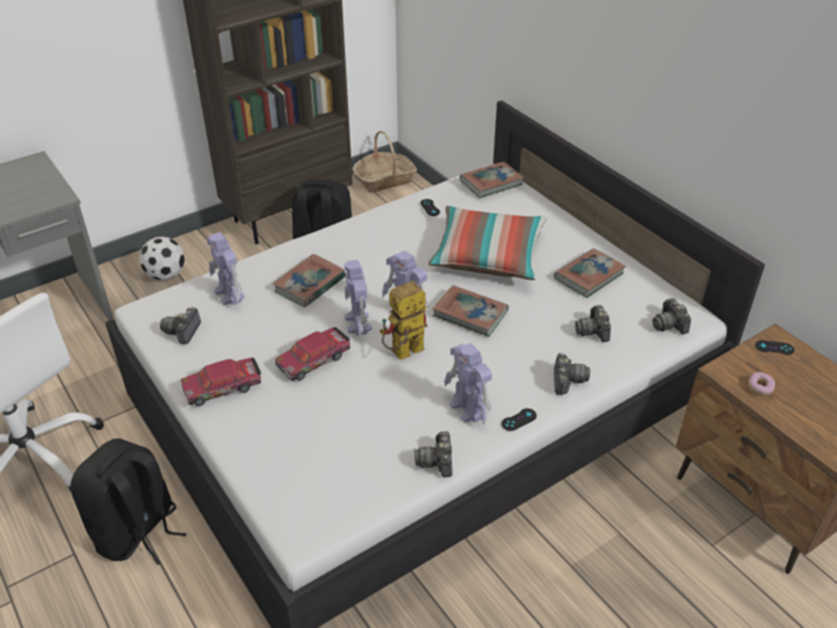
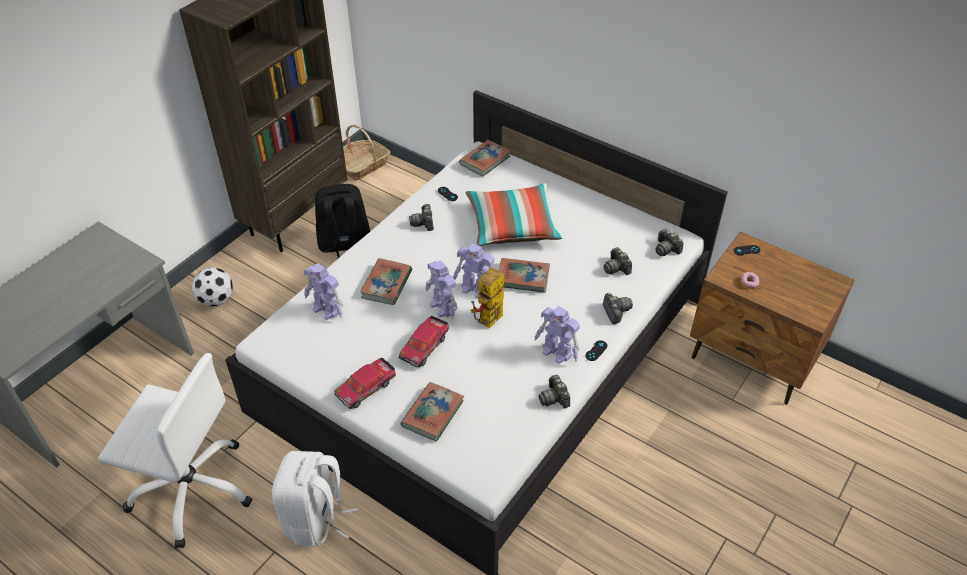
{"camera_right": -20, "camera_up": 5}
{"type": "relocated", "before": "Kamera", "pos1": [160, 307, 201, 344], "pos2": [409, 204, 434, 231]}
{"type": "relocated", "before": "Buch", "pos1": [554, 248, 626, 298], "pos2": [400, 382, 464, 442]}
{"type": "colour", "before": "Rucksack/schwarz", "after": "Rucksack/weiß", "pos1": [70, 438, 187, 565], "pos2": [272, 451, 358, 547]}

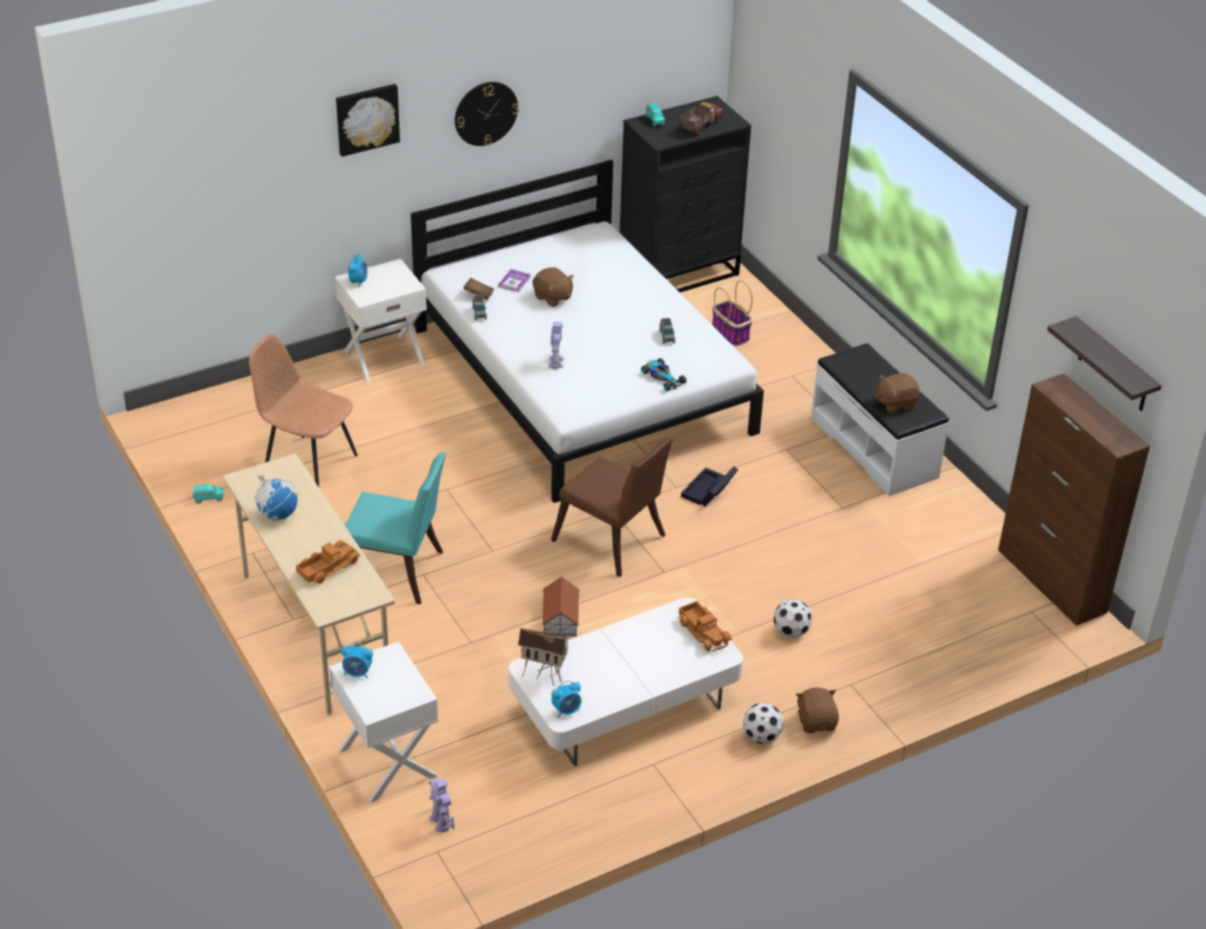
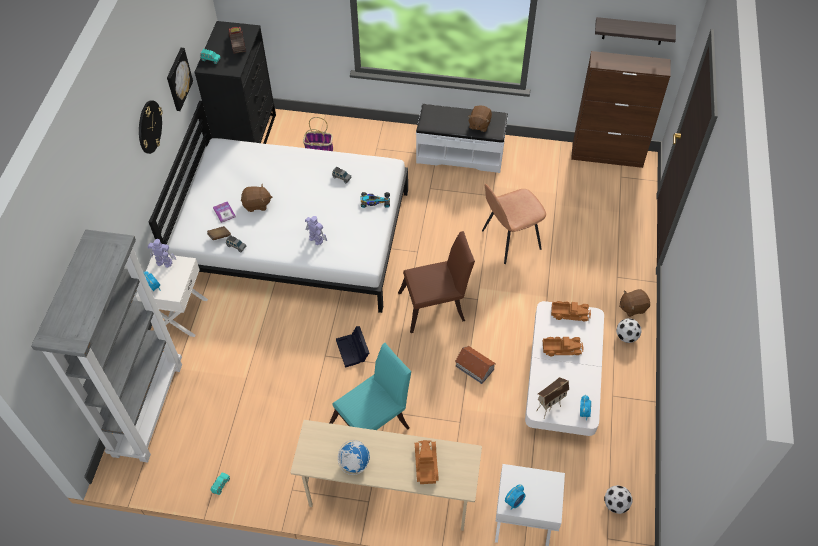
{"camera_right": -50, "camera_up": 15}
{"type": "appeared", "after": "Bücherregal/grau", "pos2": [31, 229, 182, 463]}
{"type": "appeared", "after": "Spielzeuglaster", "pos2": [543, 337, 583, 356]}
{"type": "relocated", "before": "Stuhl/braun", "pos1": [249, 334, 358, 487], "pos2": [482, 184, 546, 264]}
{"type": "relocated", "before": "Bild", "pos1": [336, 84, 400, 157], "pos2": [167, 48, 193, 111]}
{"type": "relocated", "before": "Spielzeugroboter", "pos1": [429, 778, 455, 832], "pos2": [148, 239, 177, 268]}
{"type": "relocated", "before": "Aufbewahrungsbox/schwarz", "pos1": [681, 466, 738, 507], "pos2": [336, 326, 369, 368]}
{"type": "relocated", "before": "Fußball", "pos1": [774, 599, 812, 638], "pos2": [604, 485, 633, 514]}
{"type": "spun", "before": "Plüschtier/braun", "pos1": [796, 687, 839, 733], "pos2": [619, 289, 650, 317], "turn": -45}

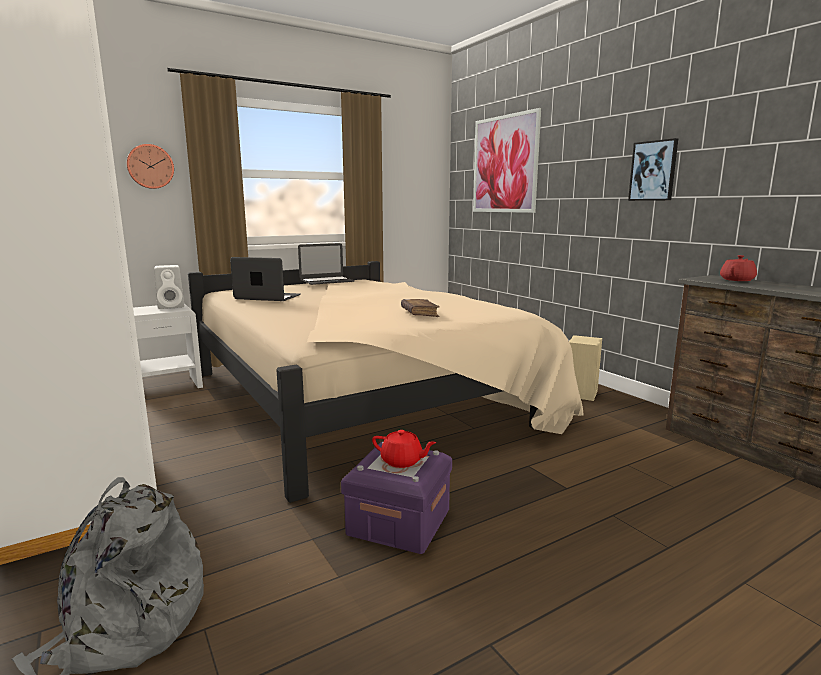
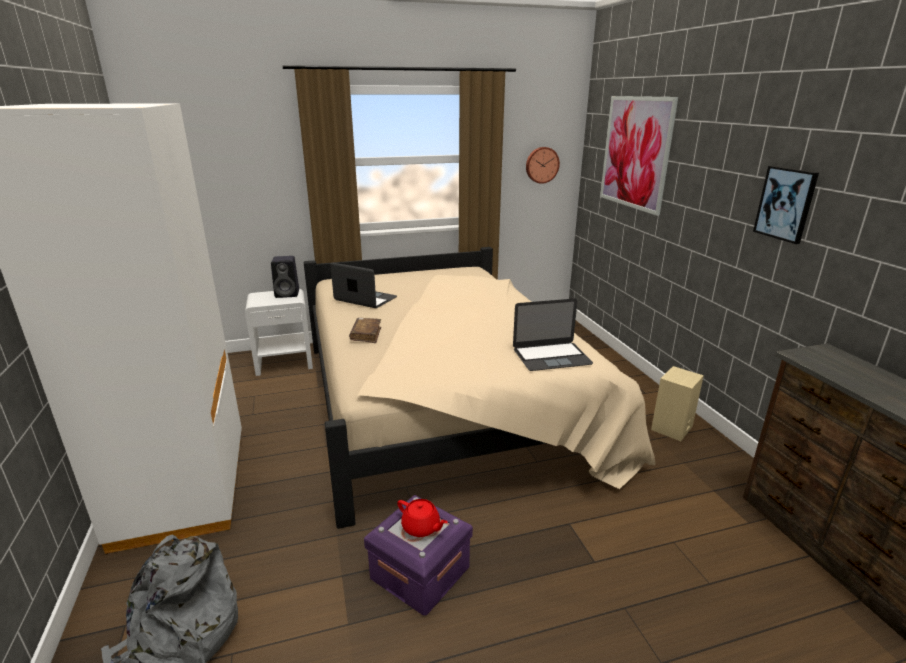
{"camera_right": 15, "camera_up": 10}
{"type": "missing", "before": "Teekanne/rot", "pos1": [720, 255, 757, 281]}
{"type": "relocated", "before": "Wanduhr", "pos1": [127, 144, 174, 189], "pos2": [526, 147, 560, 184]}
{"type": "relocated", "before": "Laptop", "pos1": [298, 243, 355, 285], "pos2": [513, 299, 593, 371]}
{"type": "relocated", "before": "Buch/braun", "pos1": [401, 299, 440, 317], "pos2": [349, 318, 381, 343]}
{"type": "colour", "before": "Lautsprecher/weiß", "after": "Lautsprecher/schwarz", "pos1": [154, 265, 184, 309], "pos2": [271, 256, 299, 298]}

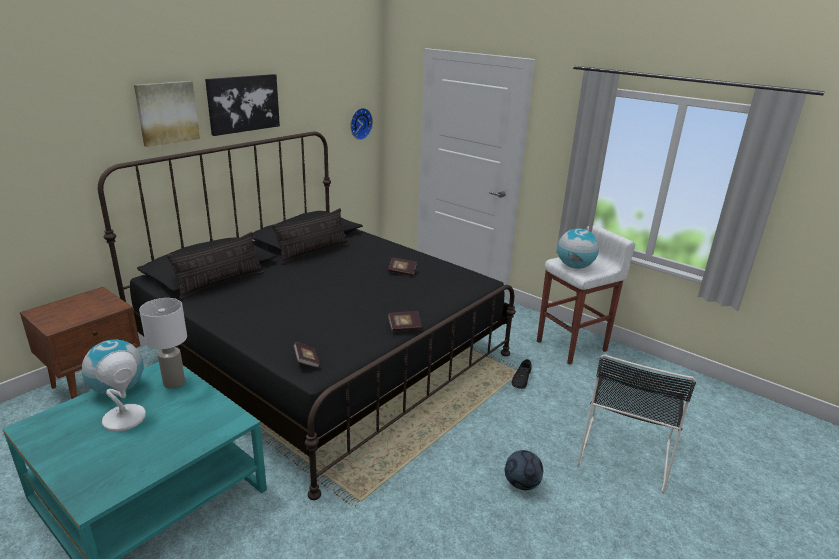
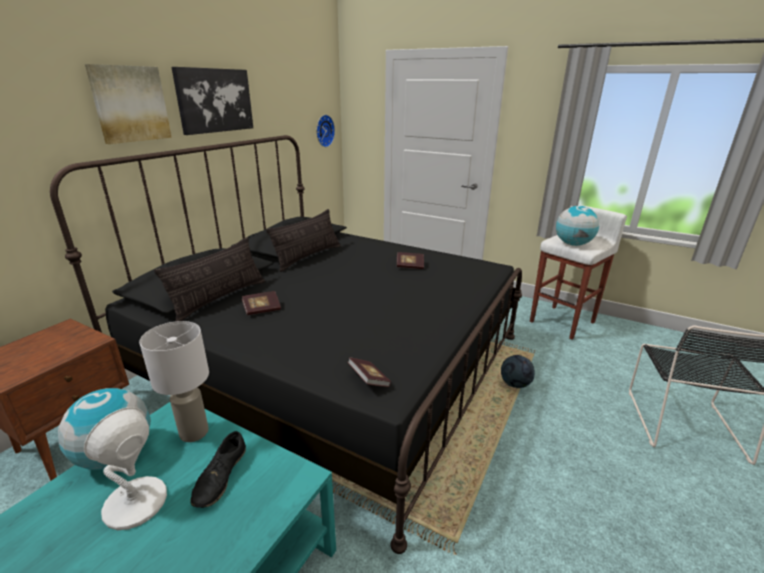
{"camera_right": -10, "camera_up": 0}
{"type": "relocated", "before": "Buch", "pos1": [388, 311, 422, 332], "pos2": [242, 291, 281, 315]}
{"type": "relocated", "before": "Fußball", "pos1": [505, 450, 543, 490], "pos2": [501, 355, 535, 388]}
{"type": "relocated", "before": "Schuh/schwarz", "pos1": [512, 359, 532, 389], "pos2": [190, 431, 246, 508]}

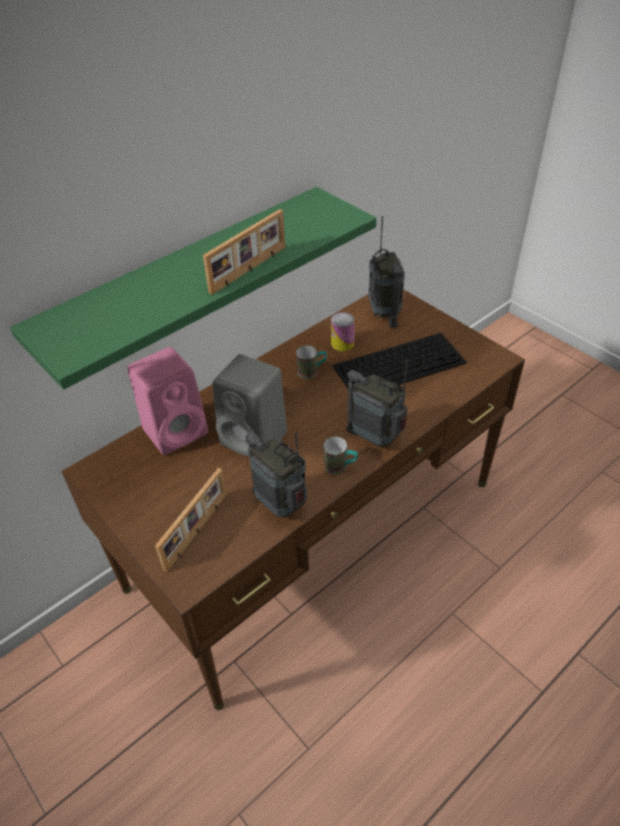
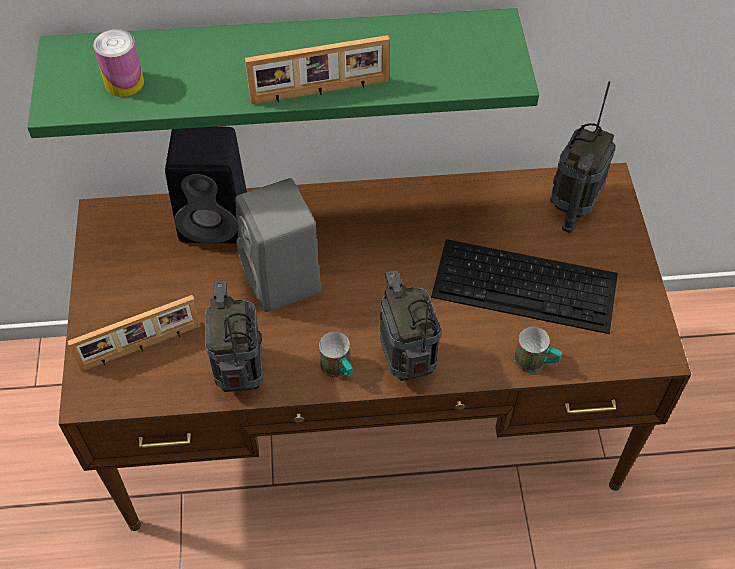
{"camera_right": 35, "camera_up": 10}
{"type": "relocated", "before": "Henkelbecher", "pos1": [296, 346, 327, 379], "pos2": [514, 327, 562, 373]}
{"type": "relocated", "before": "Dose", "pos1": [331, 312, 355, 351], "pos2": [93, 29, 144, 97]}
{"type": "colour", "before": "Lautsprecher/rosa", "after": "Lautsprecher/schwarz", "pos1": [127, 347, 208, 455], "pos2": [165, 126, 247, 244]}

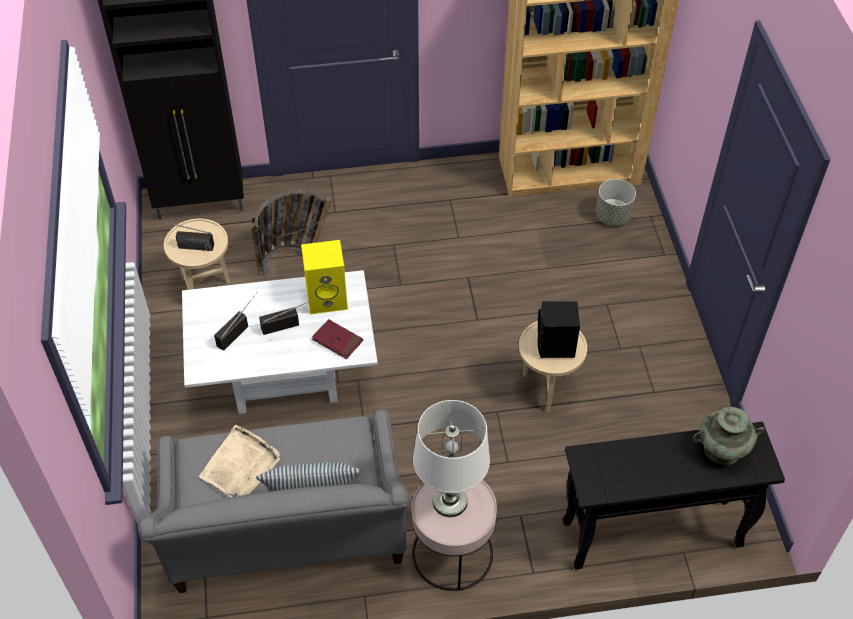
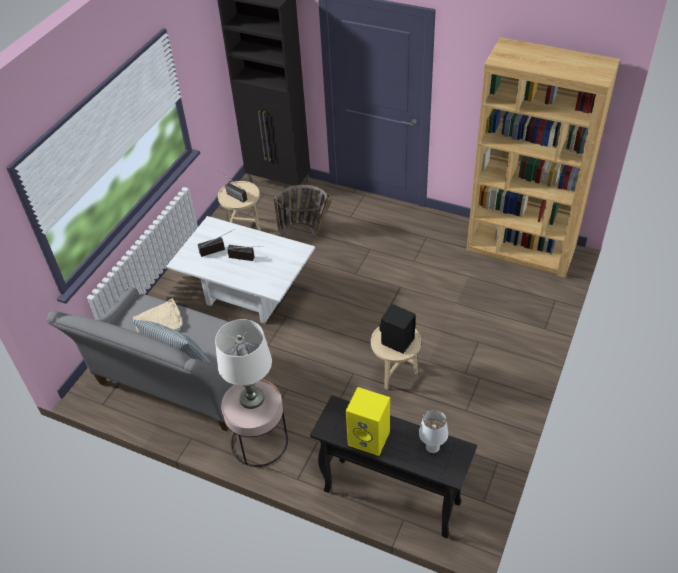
{"camera_right": 35, "camera_up": -5}
{"type": "missing", "before": "Buch/rot", "pos1": [312, 319, 363, 359]}
{"type": "missing", "before": "Pflanzkübel/grau", "pos1": [596, 179, 636, 226]}
{"type": "relocated", "before": "Lautsprecher/gelb", "pos1": [301, 240, 348, 314], "pos2": [346, 387, 390, 456]}
{"type": "exchanged", "before": "Vase/türkis", "after": "Tischlampe/weiß", "pos1": [693, 407, 764, 465], "pos2": [419, 410, 448, 453]}

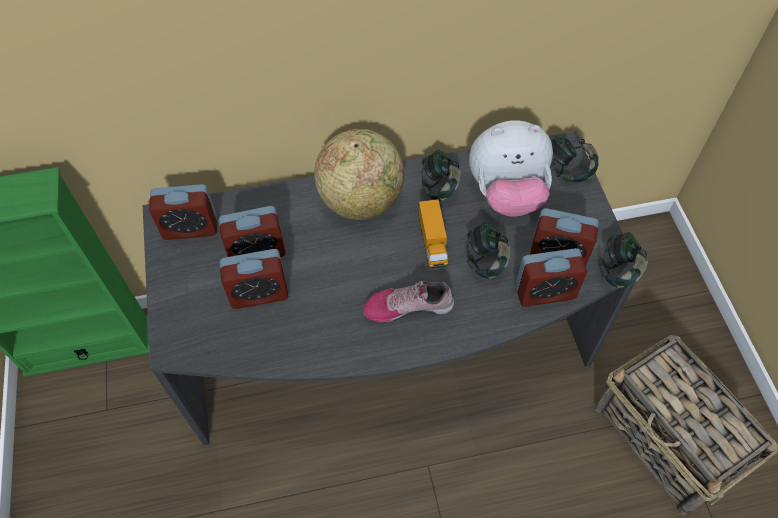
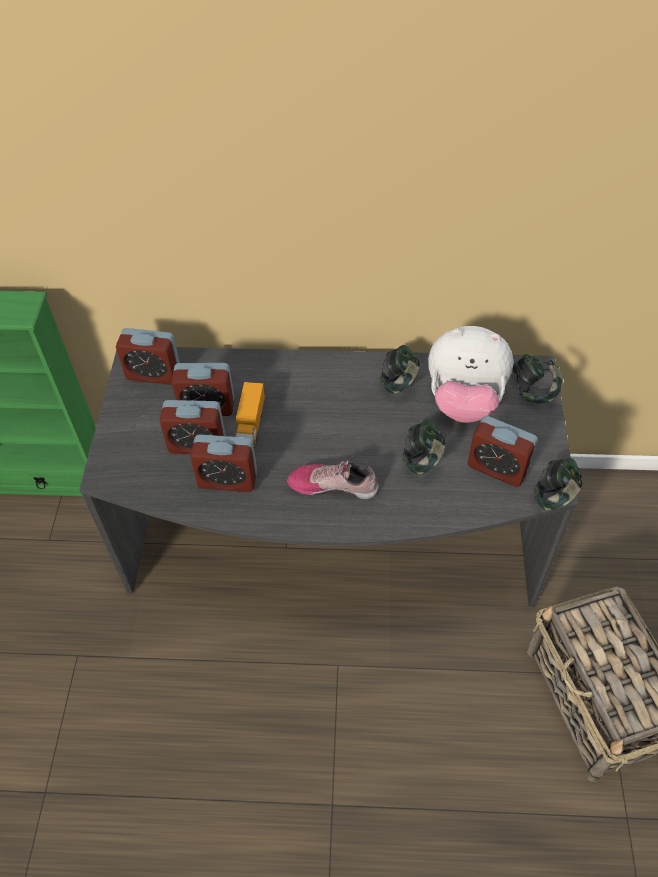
{"camera_right": 15, "camera_up": -5}
{"type": "missing", "before": "Globus", "pos1": [314, 129, 405, 220]}
{"type": "relocated", "before": "Spielzeuglaster", "pos1": [418, 199, 449, 269], "pos2": [235, 382, 265, 449]}
{"type": "relocated", "before": "Wecker", "pos1": [515, 248, 587, 307], "pos2": [190, 434, 257, 492]}

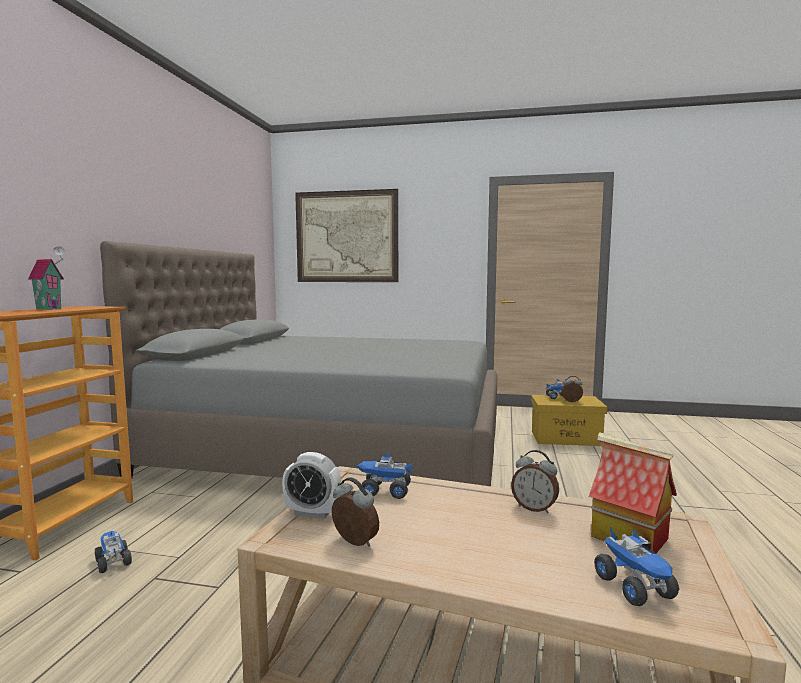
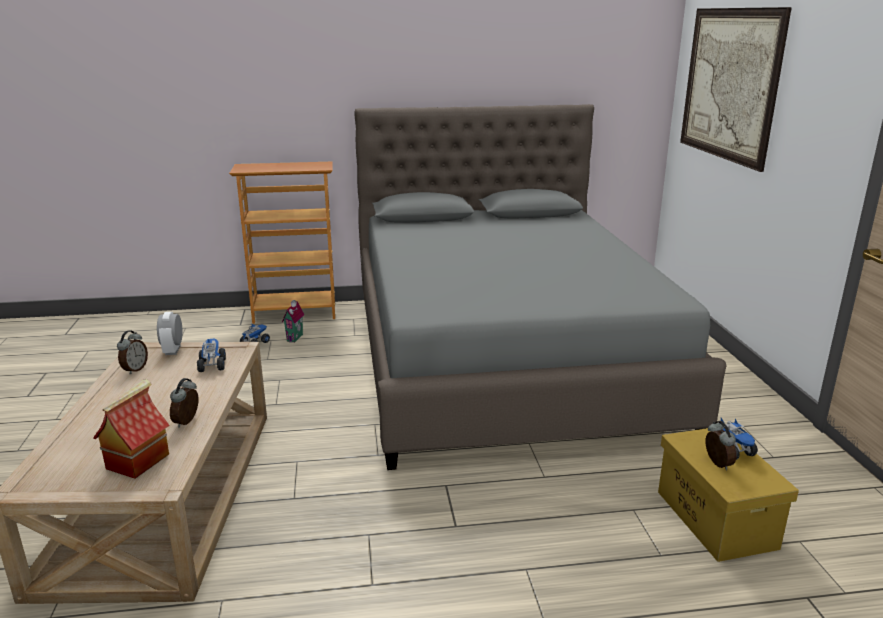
{"camera_right": 70, "camera_up": 15}
{"type": "missing", "before": "Spielzeuglaster", "pos1": [594, 527, 679, 606]}
{"type": "relocated", "before": "Spielzeughaus", "pos1": [28, 246, 65, 310], "pos2": [282, 300, 305, 343]}

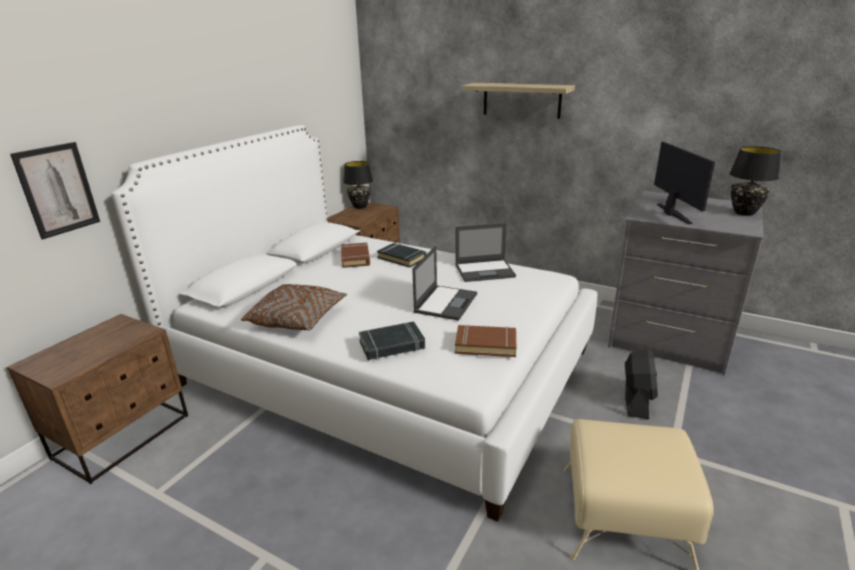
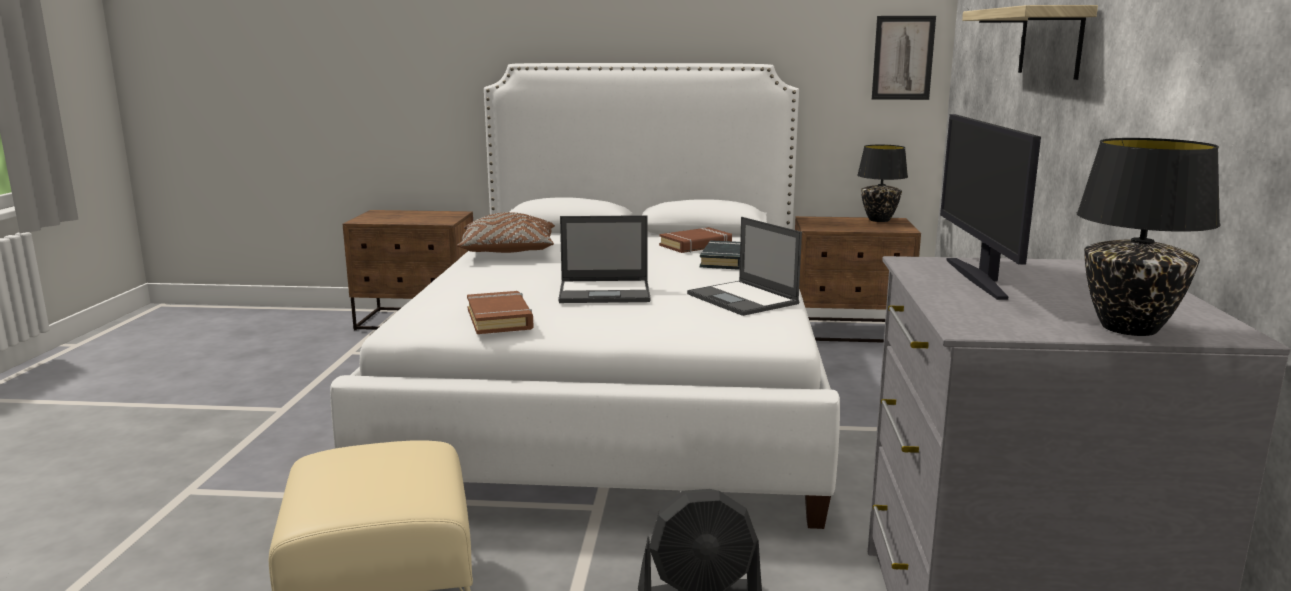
{"camera_right": 65, "camera_up": -10}
{"type": "missing", "before": "Buch/schwarz", "pos1": [359, 322, 425, 360]}
{"type": "relocated", "before": "Bild", "pos1": [10, 142, 100, 240], "pos2": [872, 16, 936, 100]}
{"type": "spun", "before": "Monitor", "pos1": [654, 142, 715, 224], "pos2": [940, 114, 1041, 300], "turn": 120}

